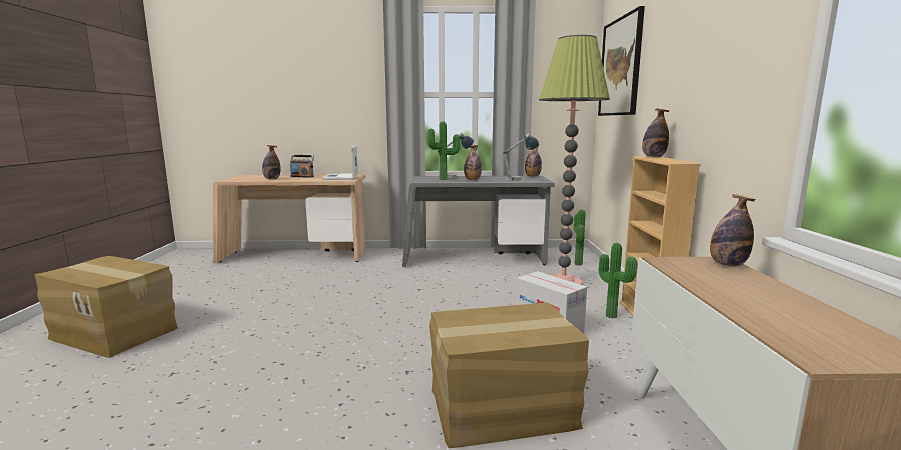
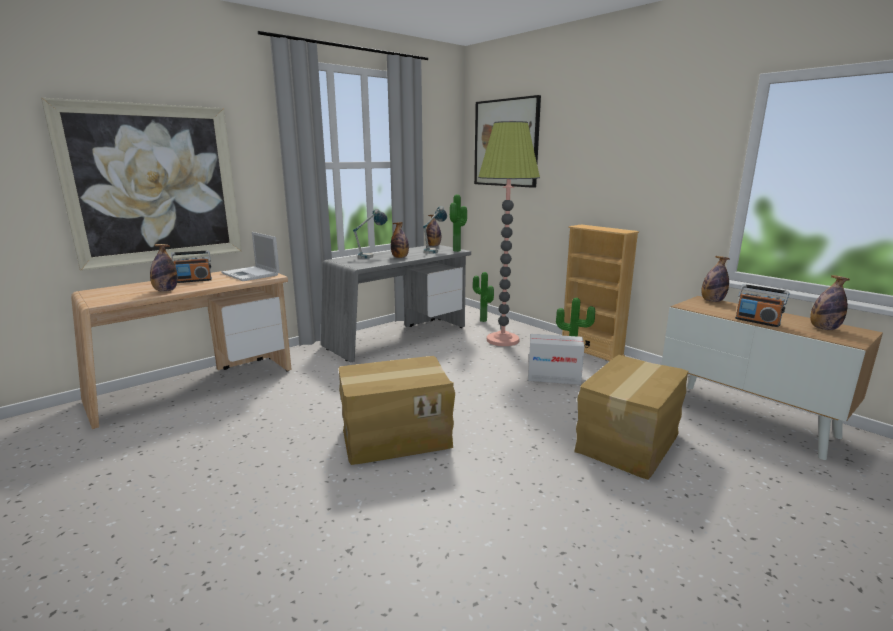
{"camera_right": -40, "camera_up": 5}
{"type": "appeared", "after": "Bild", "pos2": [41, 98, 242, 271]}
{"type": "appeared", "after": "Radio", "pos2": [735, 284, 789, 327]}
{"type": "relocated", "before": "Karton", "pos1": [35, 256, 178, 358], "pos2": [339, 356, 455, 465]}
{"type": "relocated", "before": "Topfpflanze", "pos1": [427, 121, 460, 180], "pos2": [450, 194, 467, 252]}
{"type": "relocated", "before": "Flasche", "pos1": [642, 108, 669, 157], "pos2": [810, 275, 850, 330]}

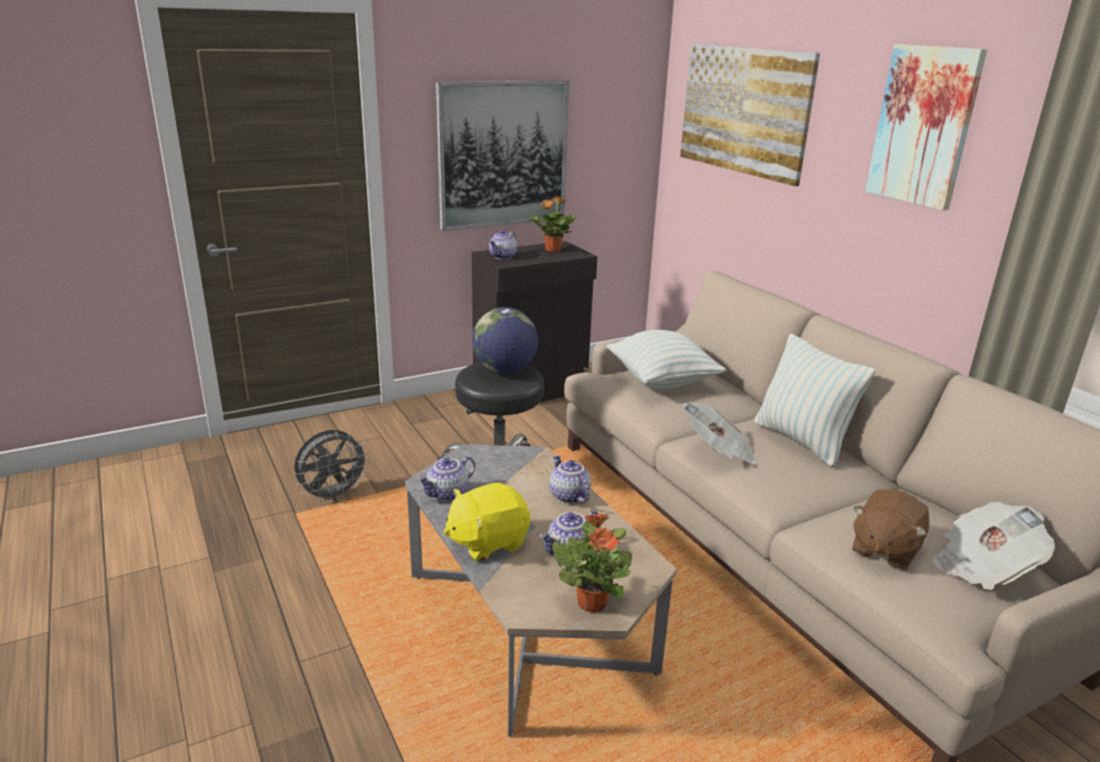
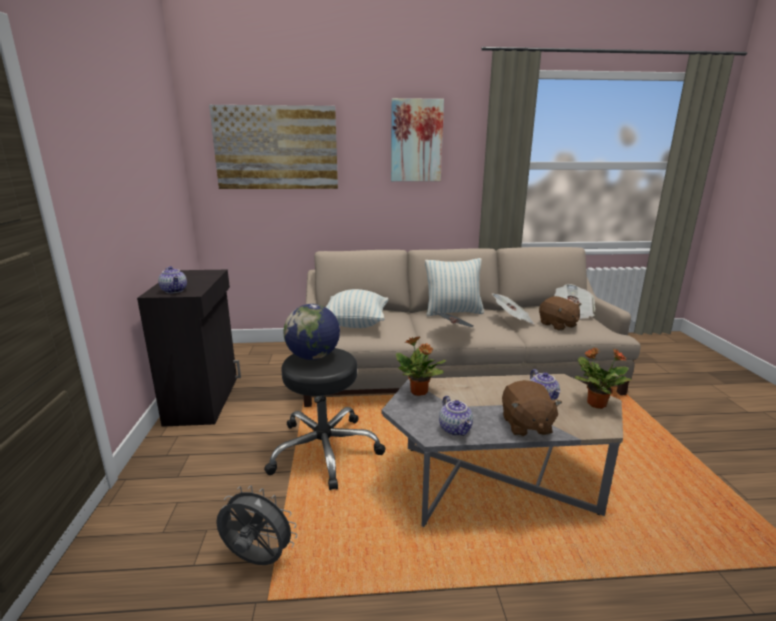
{"camera_right": -65, "camera_up": -5}
{"type": "missing", "before": "Bild", "pos1": [436, 80, 569, 231]}
{"type": "missing", "before": "Teekanne", "pos1": [549, 454, 591, 504]}
{"type": "appeared", "after": "Zeitung", "pos2": [492, 293, 534, 324]}
{"type": "relocated", "before": "Topfpflanze", "pos1": [529, 196, 577, 252], "pos2": [396, 337, 446, 396]}
{"type": "colour", "before": "Plüschtier/gelb", "after": "Plüschtier/braun", "pos1": [444, 482, 530, 562], "pos2": [502, 380, 562, 436]}
{"type": "spun", "before": "Ventilator/grau", "pos1": [294, 430, 370, 503], "pos2": [216, 485, 297, 565], "turn": -60}

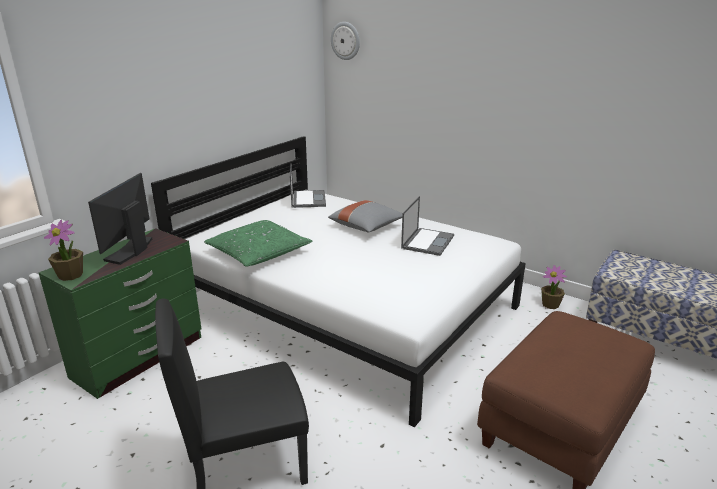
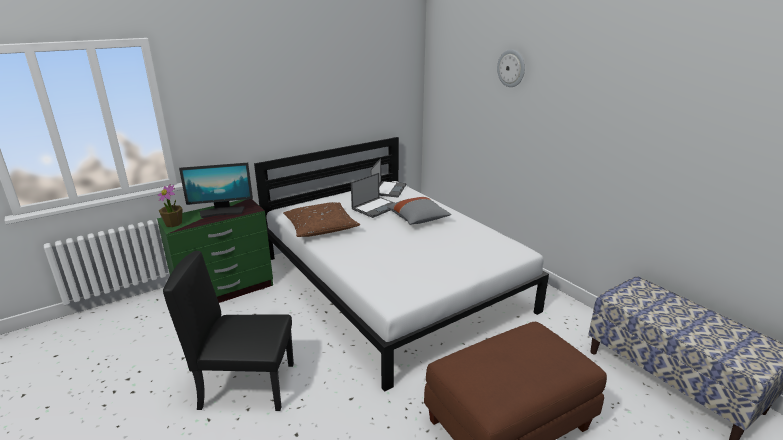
{"camera_right": 20, "camera_up": 0}
{"type": "missing", "before": "Topfpflanze", "pos1": [541, 265, 567, 309]}
{"type": "relocated", "before": "Wanduhr", "pos1": [331, 22, 360, 60], "pos2": [497, 49, 525, 87]}
{"type": "relocated", "before": "Laptop", "pos1": [401, 196, 454, 256], "pos2": [351, 173, 394, 218]}
{"type": "colour", "before": "Kissen/grün", "after": "Kissen/braun", "pos1": [204, 220, 312, 267], "pos2": [283, 202, 360, 237]}
{"type": "spun", "before": "Monitor", "pos1": [88, 173, 152, 265], "pos2": [179, 163, 253, 218], "turn": -135}

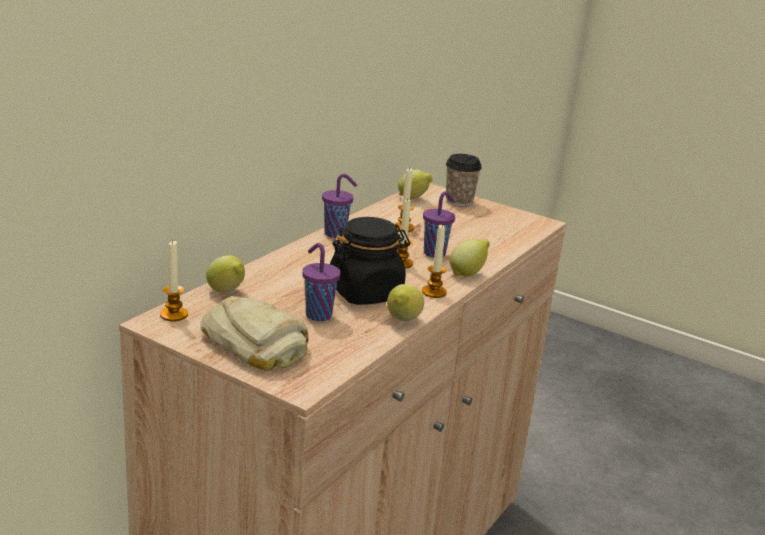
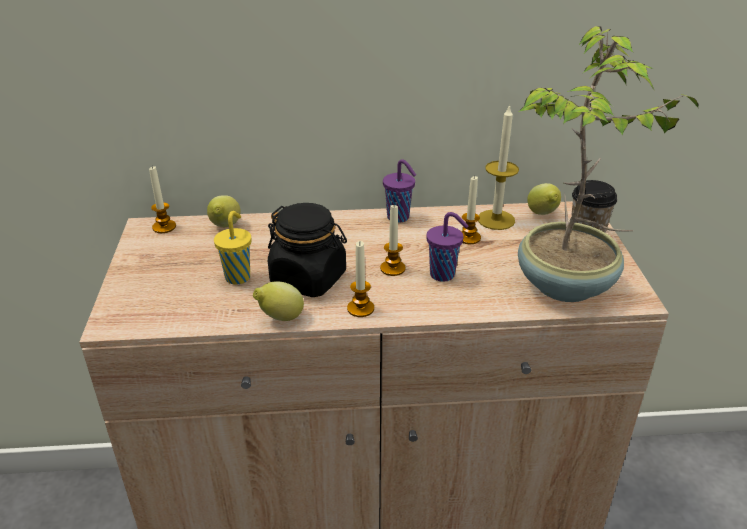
{"camera_right": 55, "camera_up": 10}
{"type": "missing", "before": "Brot", "pos1": [200, 296, 309, 370]}
{"type": "missing", "before": "Zitrone", "pos1": [450, 239, 490, 276]}
{"type": "appeared", "after": "Kerze", "pos2": [478, 104, 519, 230]}
{"type": "appeared", "after": "Topfpflanze", "pos2": [518, 26, 699, 302]}
{"type": "colour", "before": "Tasse/lila", "after": "Tasse/gelb", "pos1": [302, 243, 341, 321], "pos2": [214, 211, 252, 285]}

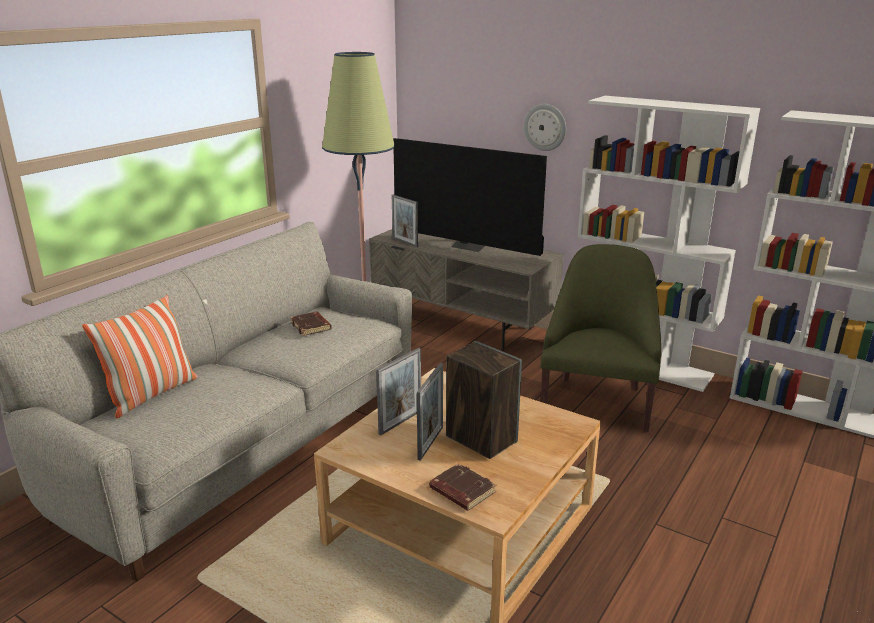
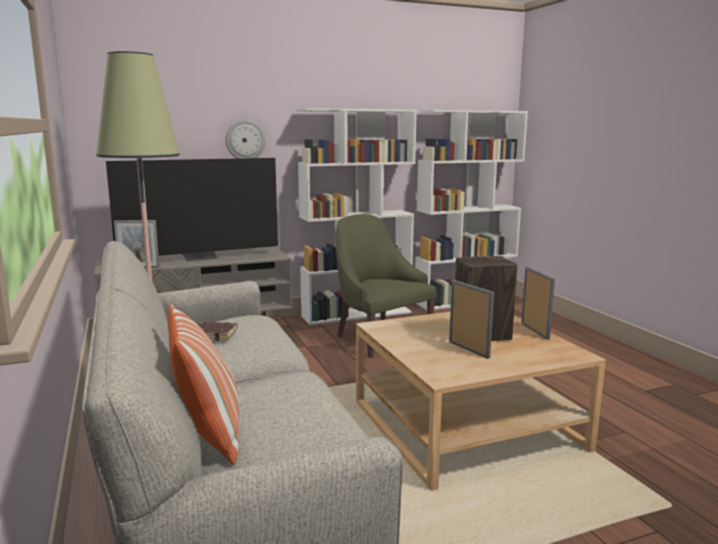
{"camera_right": -55, "camera_up": -10}
{"type": "missing", "before": "Buch/braun", "pos1": [429, 463, 496, 511]}
{"type": "relocated", "before": "Bilderrahmen", "pos1": [376, 348, 421, 435], "pos2": [521, 267, 555, 340]}

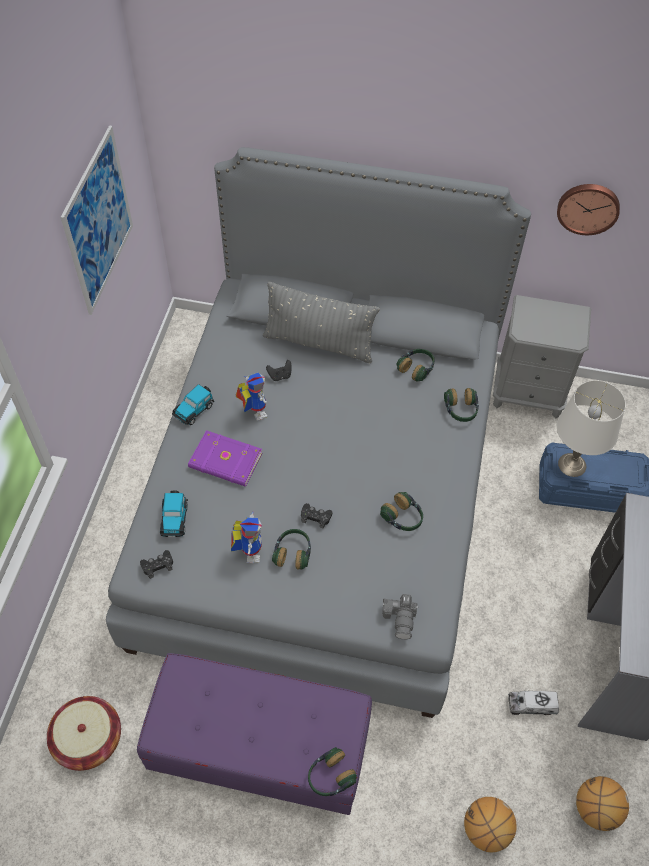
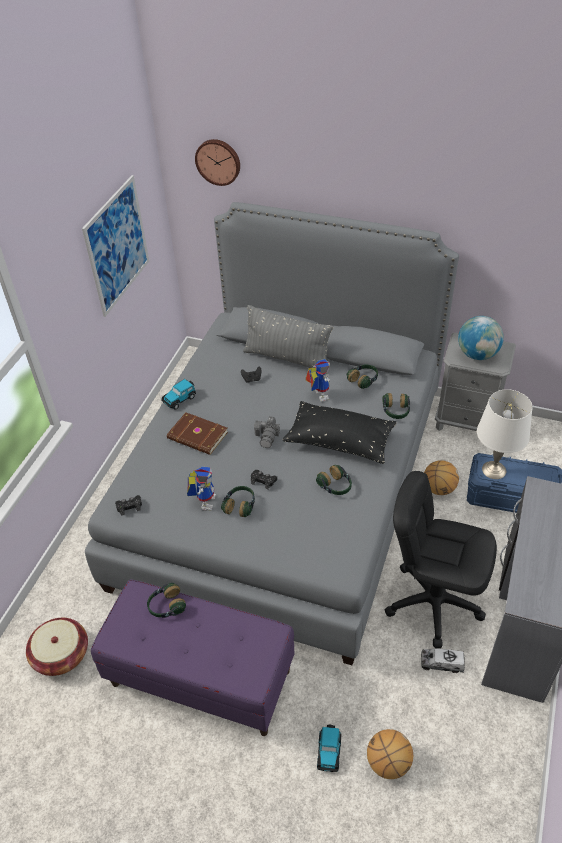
{"camera_right": 10, "camera_up": -10}
{"type": "appeared", "after": "Kissen/schwarz", "pos2": [283, 401, 397, 464]}
{"type": "appeared", "after": "Bürostuhl/schwarz", "pos2": [385, 471, 497, 648]}
{"type": "appeared", "after": "Globus", "pos2": [458, 316, 504, 360]}
{"type": "relocated", "before": "Spielzeugauto", "pos1": [160, 490, 188, 537], "pos2": [317, 725, 342, 772]}
{"type": "relocated", "before": "Spielzeugroboter", "pos1": [236, 372, 267, 421], "pos2": [305, 359, 330, 402]}
{"type": "relocated", "before": "Kopfhörer", "pos1": [308, 747, 357, 796], "pos2": [147, 583, 186, 618]}
{"type": "relocated", "before": "Kamera", "pos1": [382, 594, 418, 639], "pos2": [254, 416, 280, 448]}
{"type": "relocated", "before": "Wanduhr", "pos1": [557, 184, 620, 235], "pos2": [195, 139, 240, 186]}
{"type": "relocated", "before": "Basketball", "pos1": [576, 776, 629, 831], "pos2": [424, 460, 459, 495]}
{"type": "colour", "before": "Buch/lila", "after": "Buch/braun", "pos1": [188, 430, 262, 487], "pos2": [167, 412, 228, 455]}

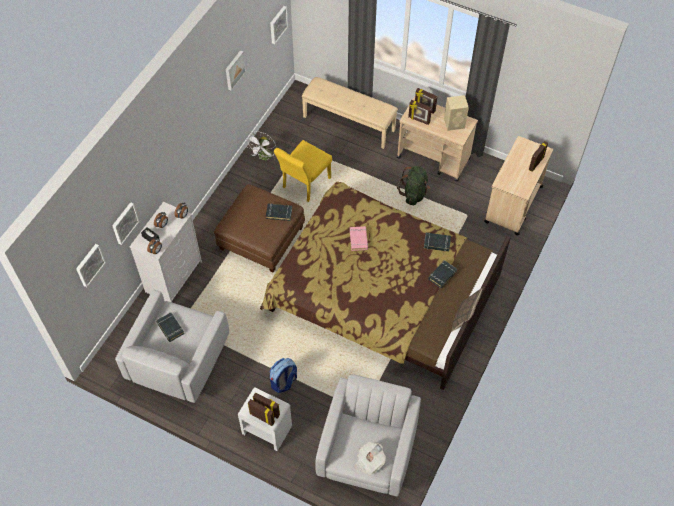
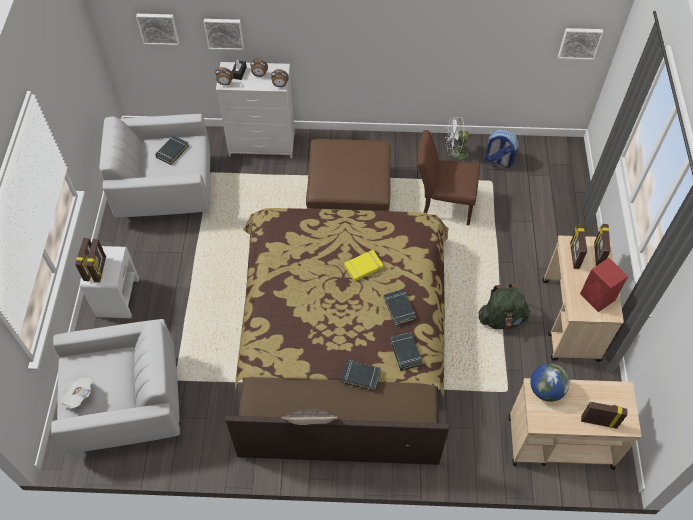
{"camera_right": 65, "camera_up": 0}
{"type": "missing", "before": "Bild", "pos1": [226, 50, 246, 91]}
{"type": "missing", "before": "Bank/beige", "pos1": [302, 77, 398, 149]}
{"type": "appeared", "after": "Globus", "pos2": [530, 363, 569, 402]}
{"type": "relocated", "before": "Buch/schwarz", "pos1": [266, 204, 292, 221], "pos2": [384, 289, 416, 326]}
{"type": "relocated", "before": "Rucksack", "pos1": [270, 358, 297, 393], "pos2": [485, 129, 519, 168]}
{"type": "colour", "before": "Stuhl/gelb", "after": "Stuhl/braun", "pos1": [274, 140, 332, 202], "pos2": [417, 130, 480, 225]}
{"type": "colour", "before": "Buch/rosa", "after": "Buch/gelb", "pos1": [350, 226, 368, 251], "pos2": [344, 250, 383, 282]}
{"type": "colour", "before": "Lautsprecher/beige", "after": "Lautsprecher/rot", "pos1": [444, 95, 469, 131], "pos2": [580, 258, 628, 312]}

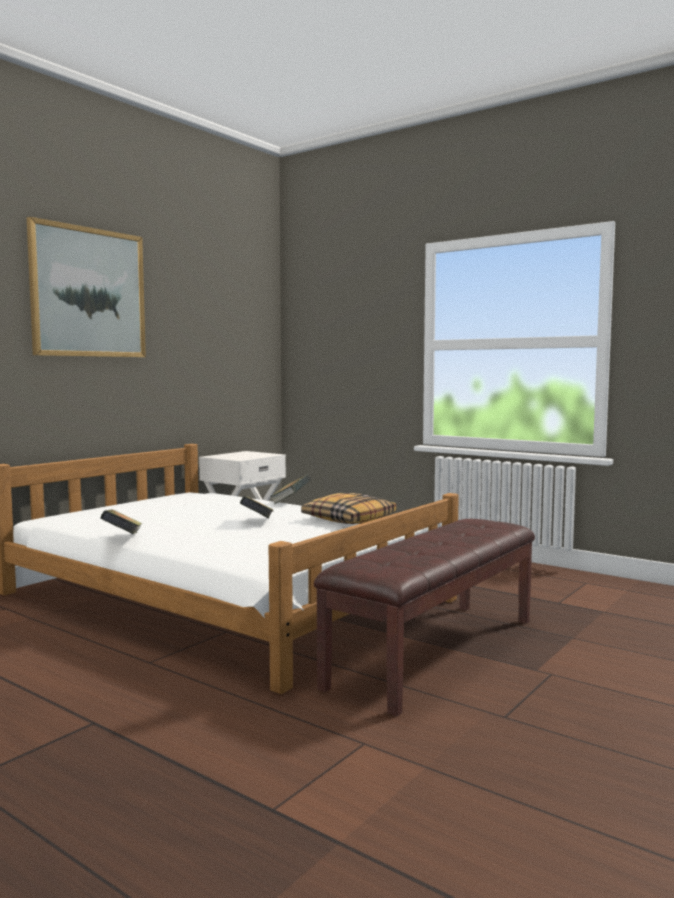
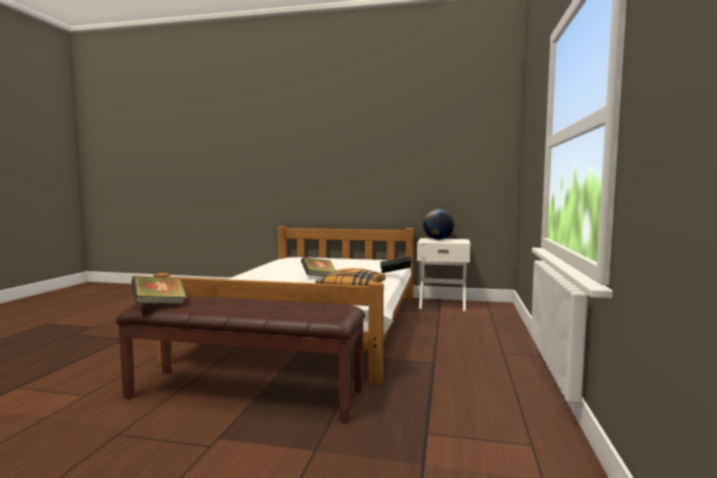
{"camera_right": 65, "camera_up": 0}
{"type": "missing", "before": "Bild", "pos1": [27, 217, 146, 357]}
{"type": "appeared", "after": "Globus", "pos2": [423, 209, 454, 240]}
{"type": "relocated", "before": "Buch", "pos1": [100, 509, 142, 534], "pos2": [132, 276, 186, 305]}

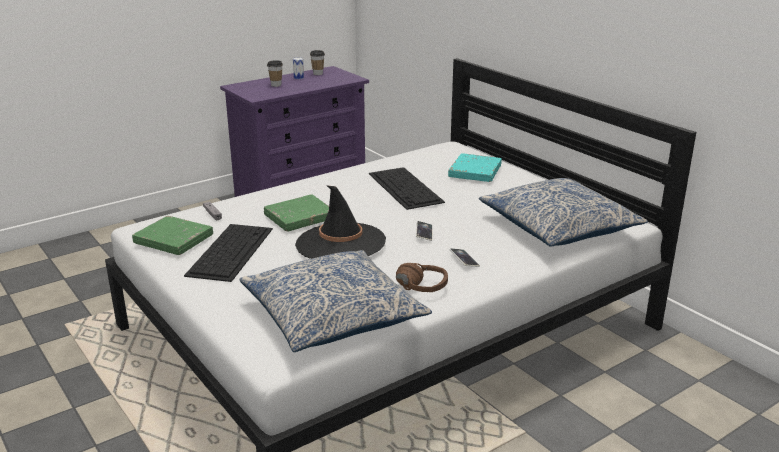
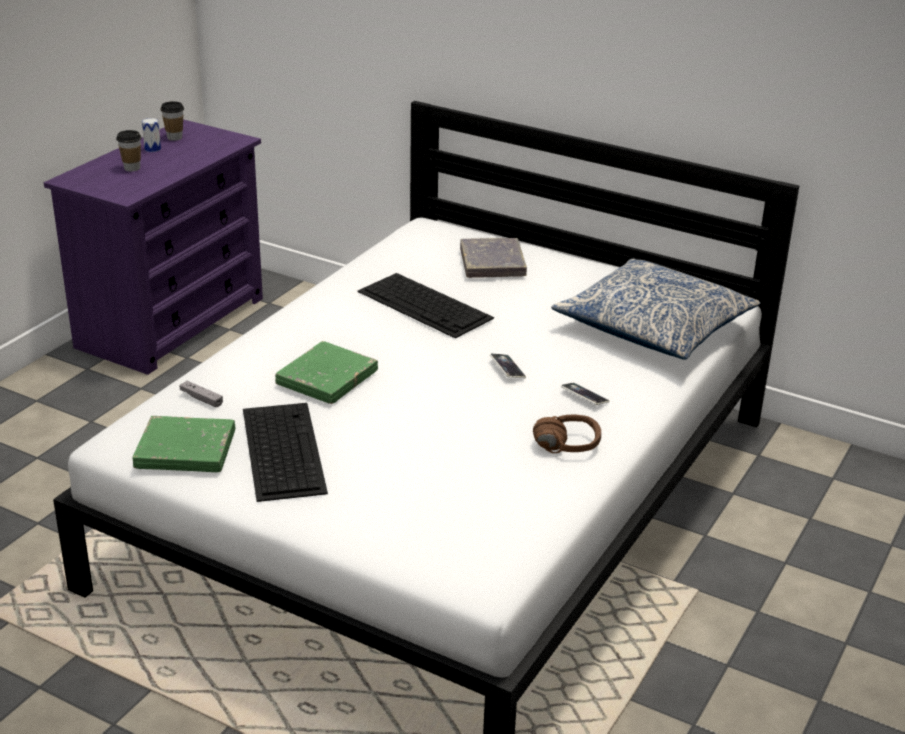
{"camera_right": -25, "camera_up": 5}
{"type": "missing", "before": "Kissen", "pos1": [239, 250, 432, 352]}
{"type": "missing", "before": "Hut/schwarz", "pos1": [295, 185, 386, 259]}
{"type": "colour", "before": "Buch/türkis", "after": "Buch/grau", "pos1": [448, 153, 502, 182], "pos2": [460, 238, 527, 278]}

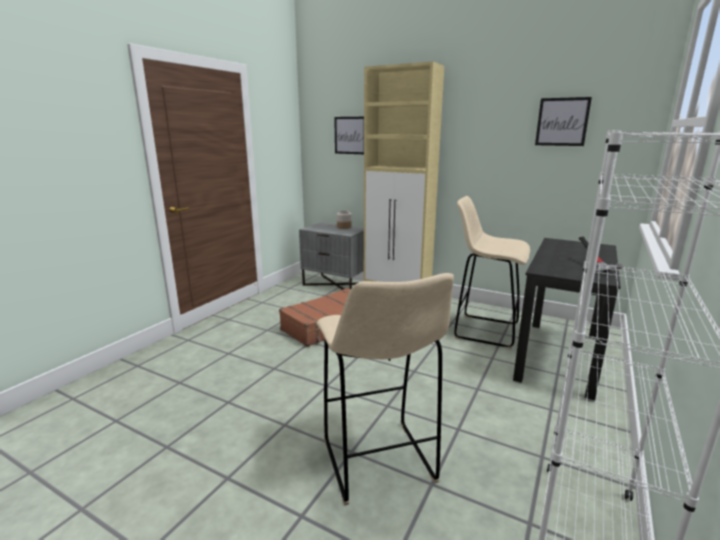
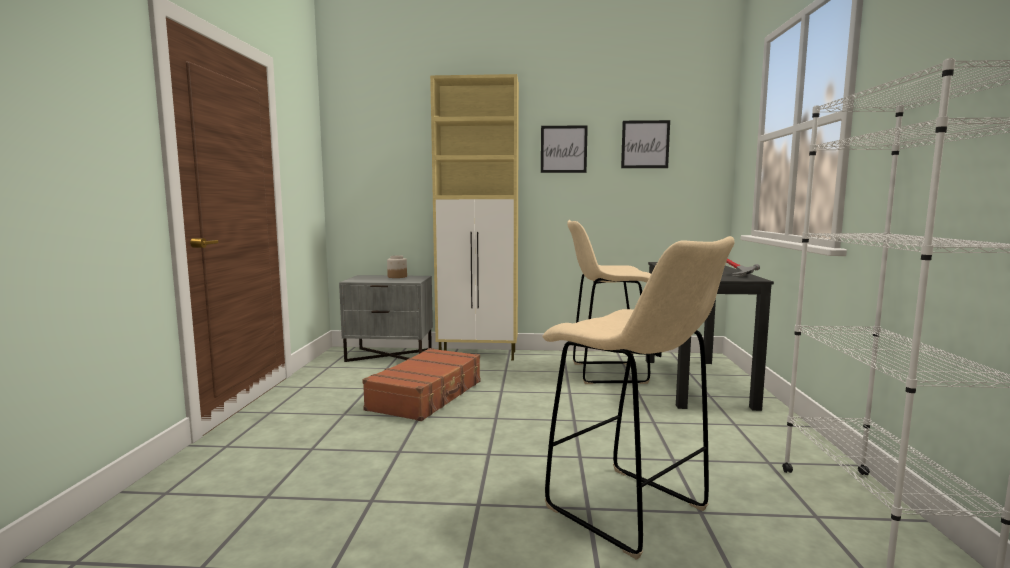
{"camera_right": -25, "camera_up": -10}
{"type": "relocated", "before": "Bild", "pos1": [334, 117, 364, 154], "pos2": [541, 125, 588, 173]}

